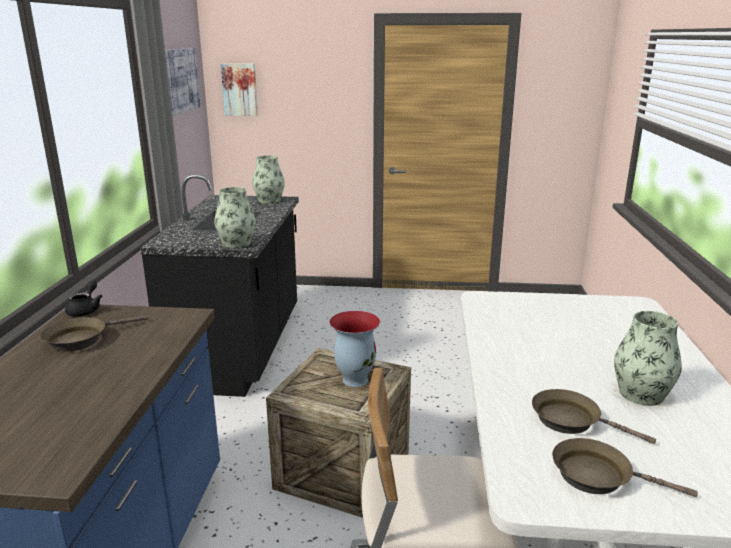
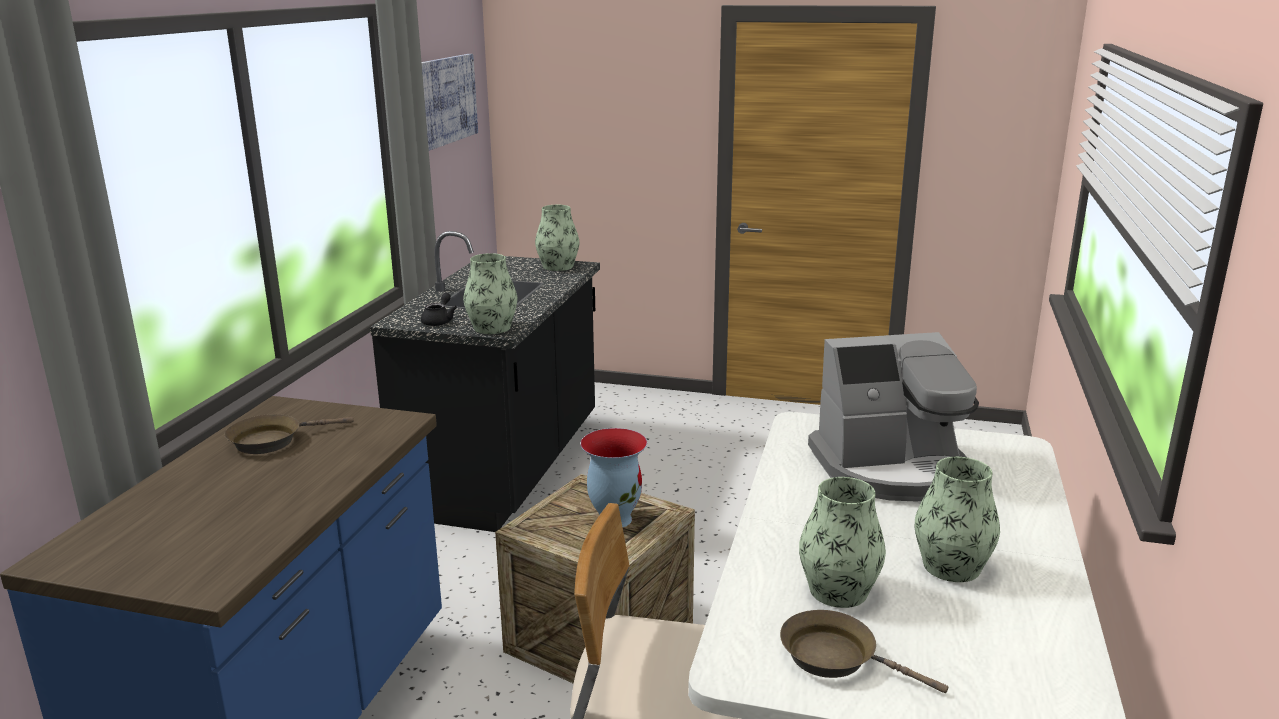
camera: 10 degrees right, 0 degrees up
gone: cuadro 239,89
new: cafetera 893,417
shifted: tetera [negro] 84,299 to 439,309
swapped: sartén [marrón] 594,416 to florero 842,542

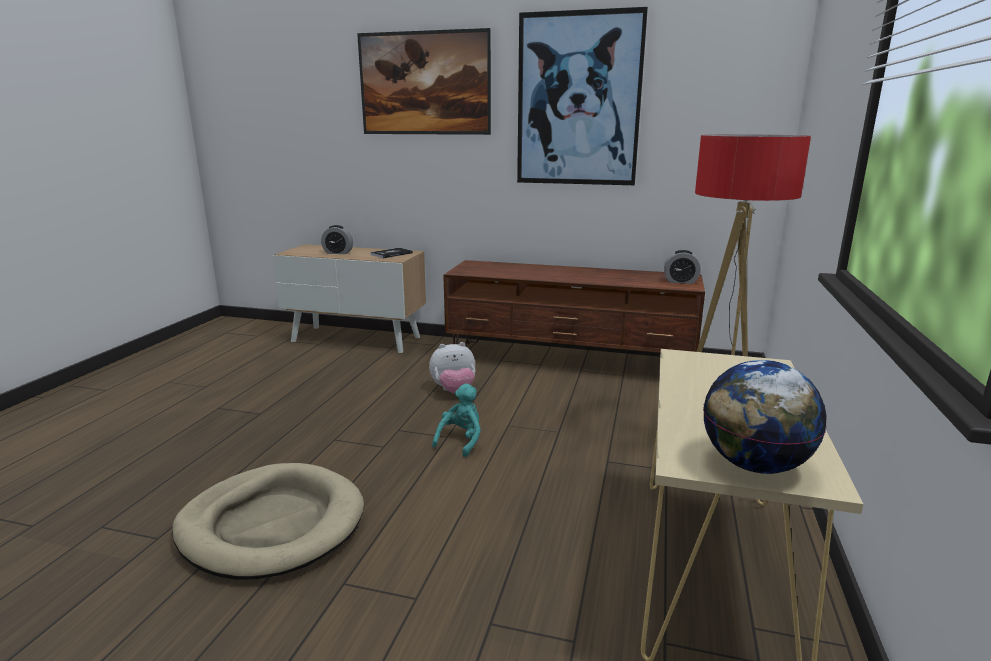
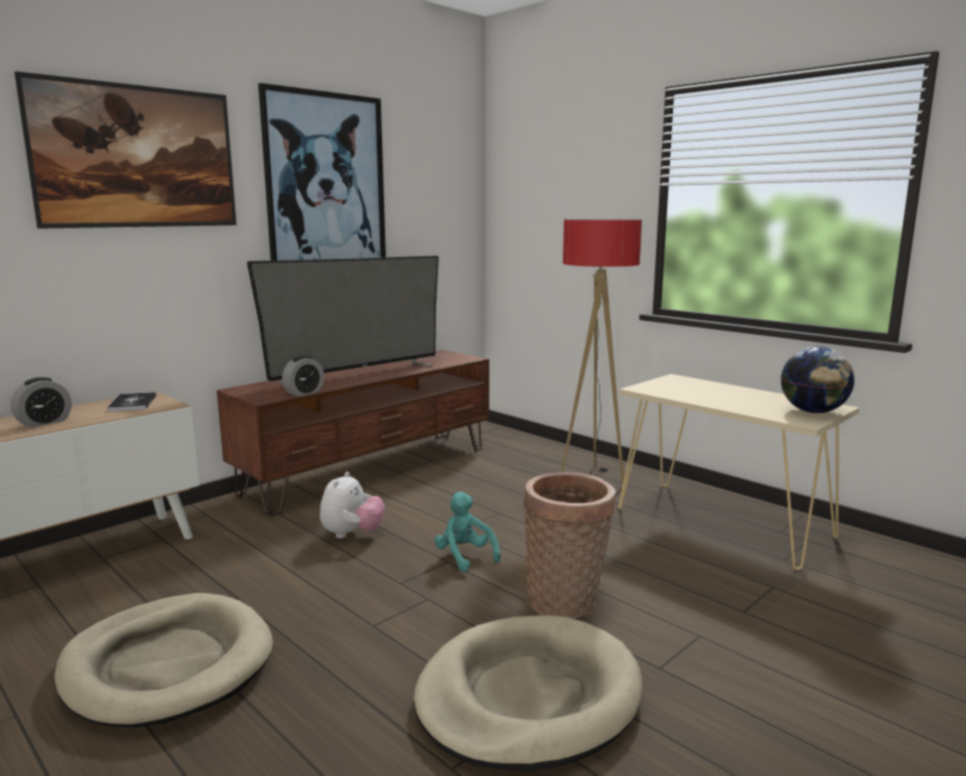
camera: 60 degrees left, 5 degrees down
new: cama para perro [beis] 163,660; televisor 343,319; cesta 569,545
shifted: despertador 682,267 to 303,376

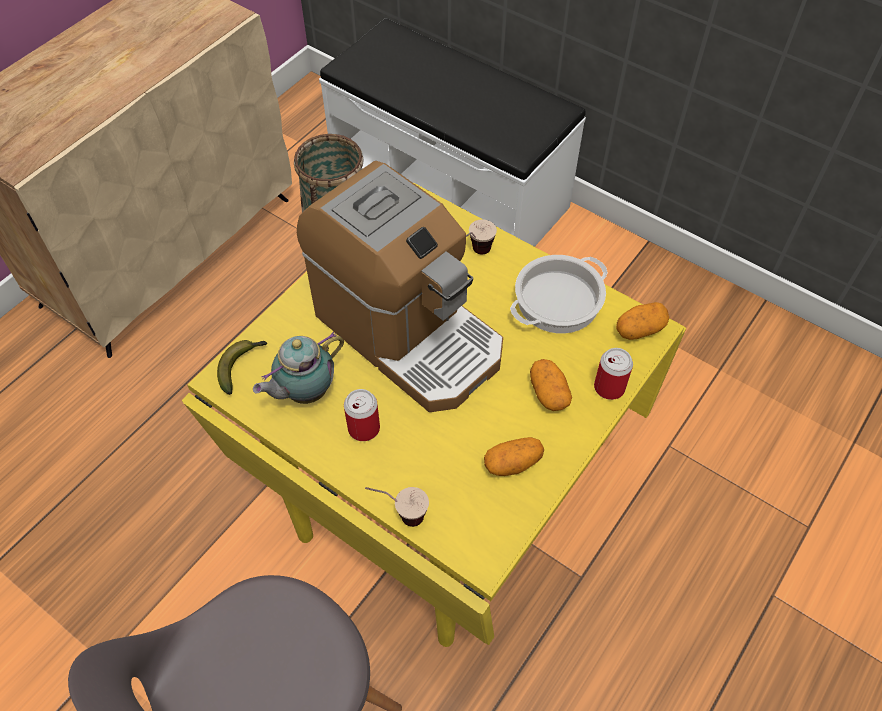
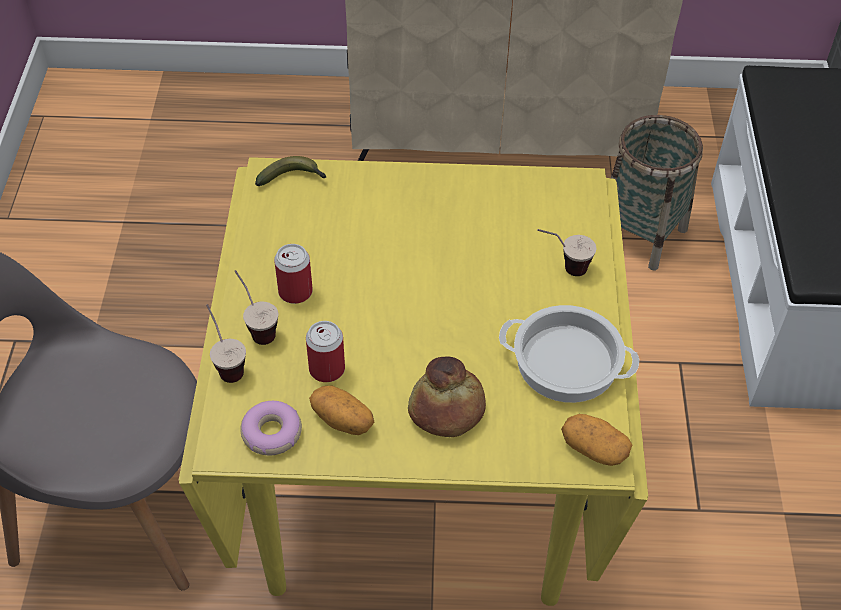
camera: 55 degrees right, 5 degrees down
gone: tetera 298,368; cafetera 400,286
new: taza 256,307; rosquilla 271,428
shifted: lata 613,374 to 325,351
swapped: patata 551,385 to pan 447,397

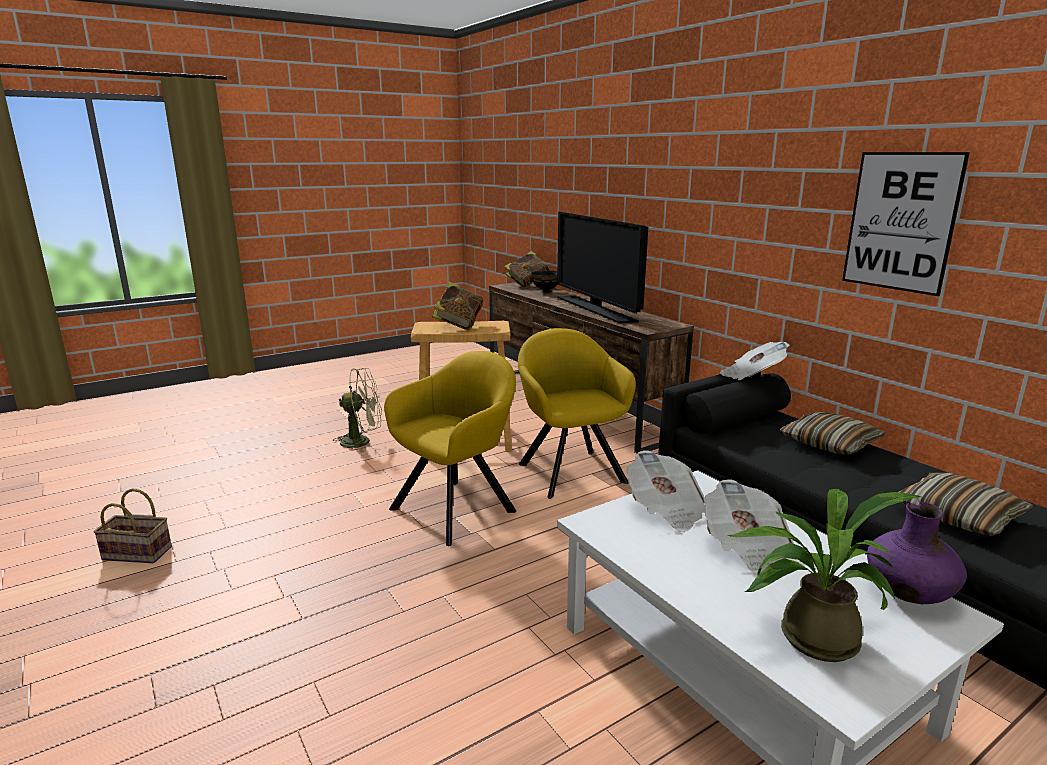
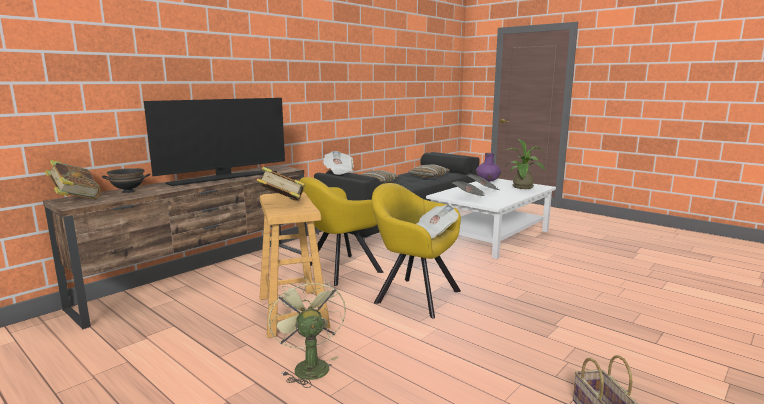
camera: 105 degrees left, 5 degrees down
gone: cuadro 906,224
new: periódico 437,222

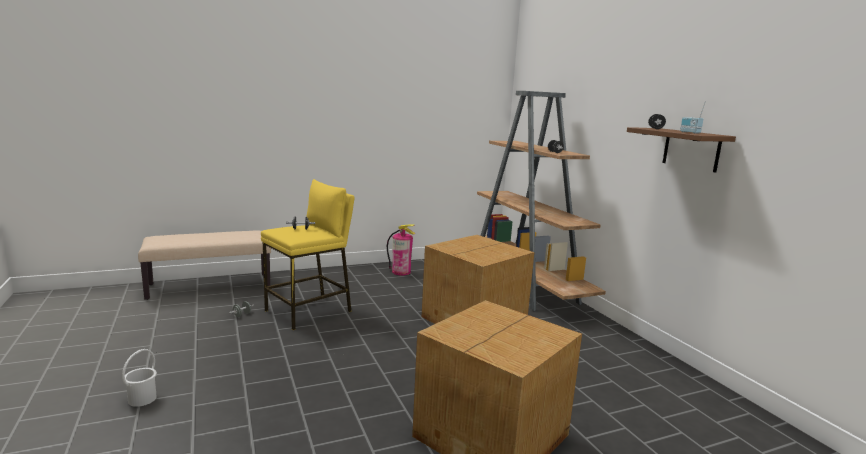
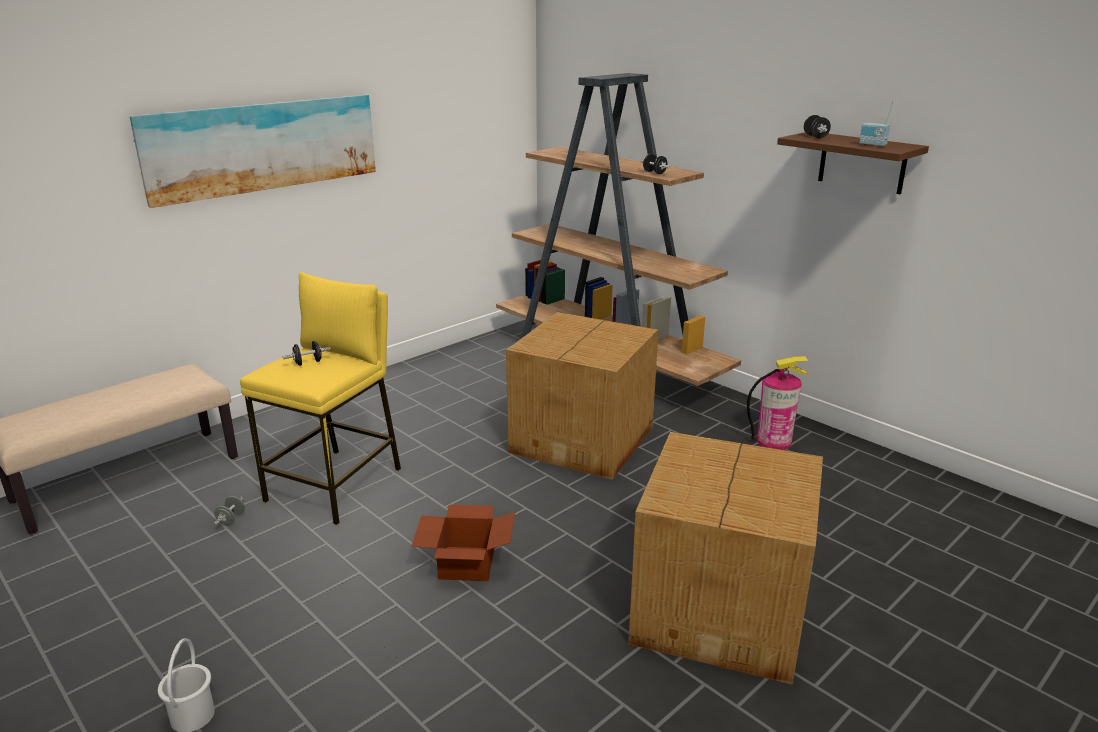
camera: 20 degrees left, 10 degrees up
new: cuadro 253,151; caja de cartón 463,543
shifted: extintor 401,249 to 778,403

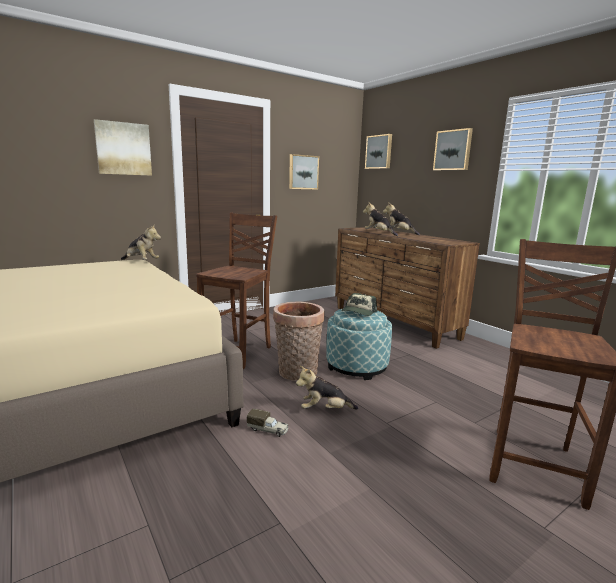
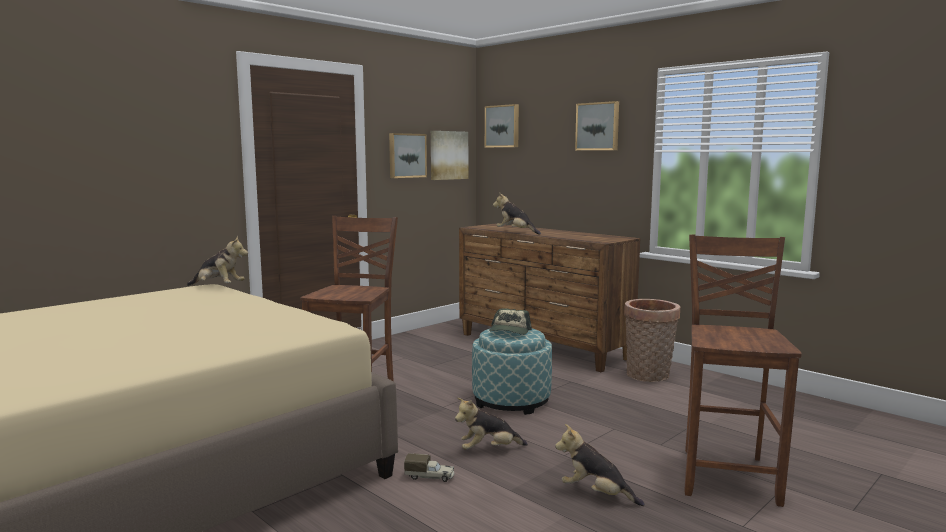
camera: 10 degrees left, 5 degrees down
shifted: cuadro 123,147 to 449,155; peluche 401,218 to 600,465; cesta 298,341 to 652,340

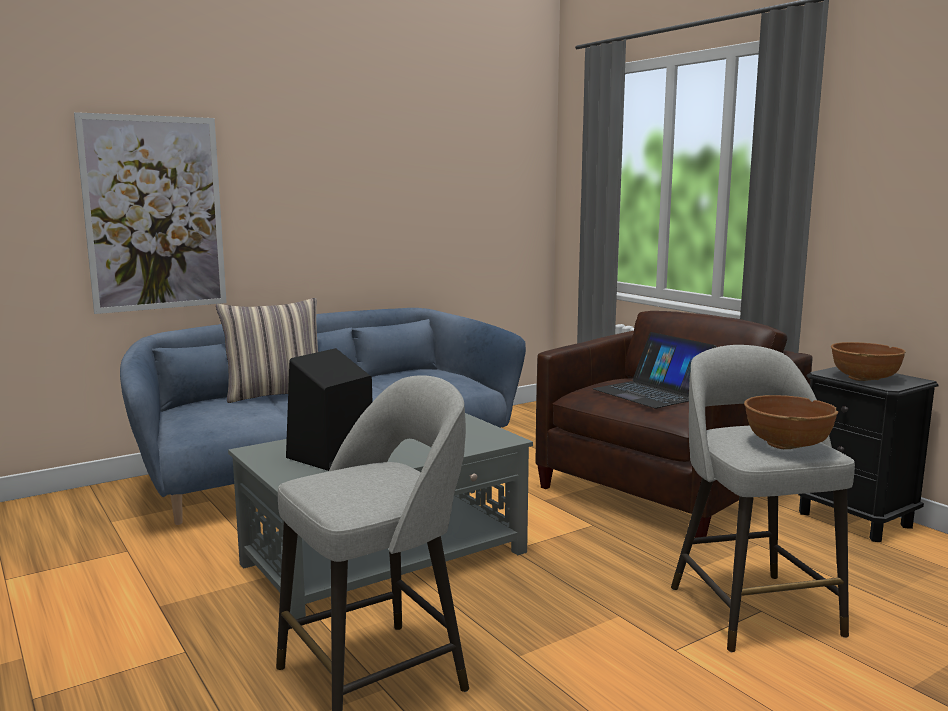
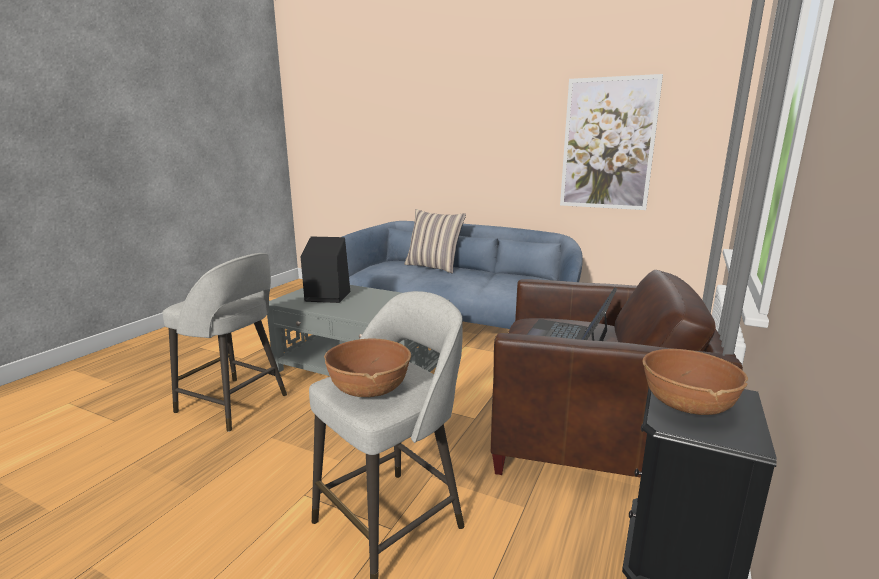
camera: 60 degrees right, 5 degrees up
shifted: cuadro 150,213 to 611,142

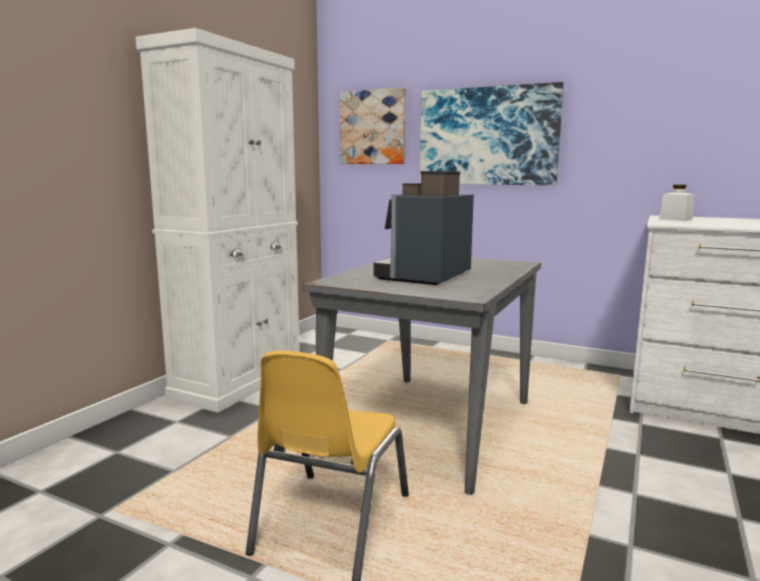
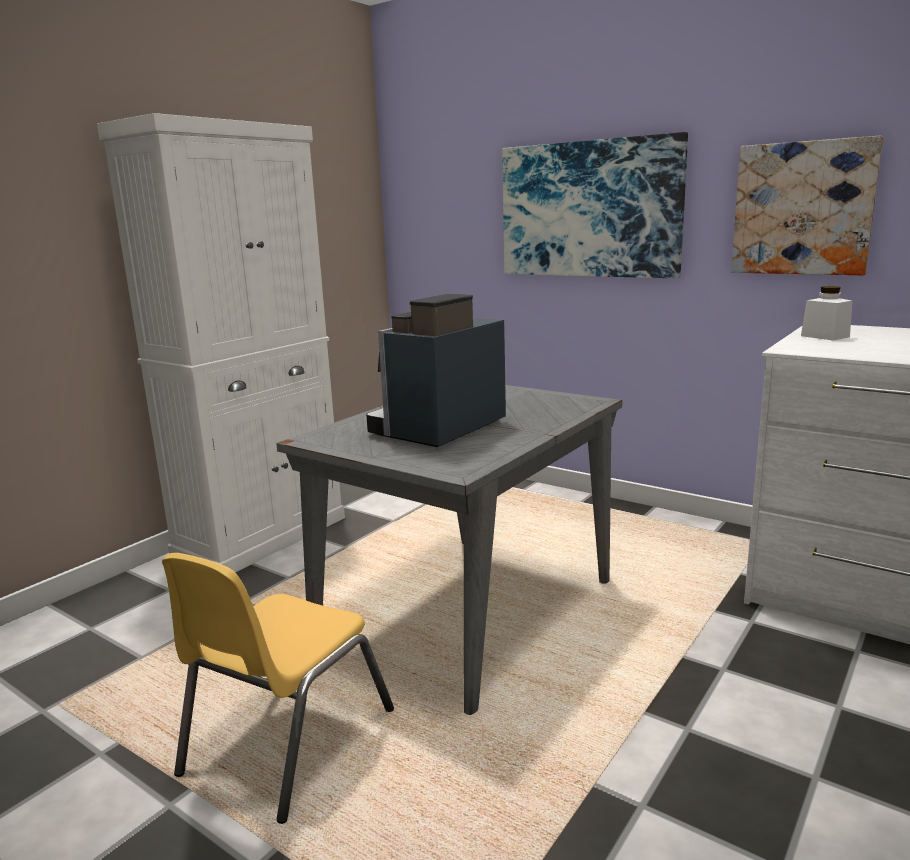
camera: 10 degrees right, 5 degrees up
shifted: cuadro 373,126 to 807,205

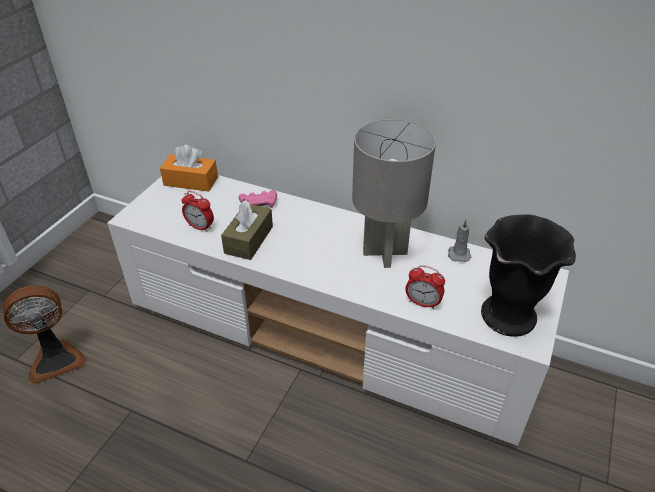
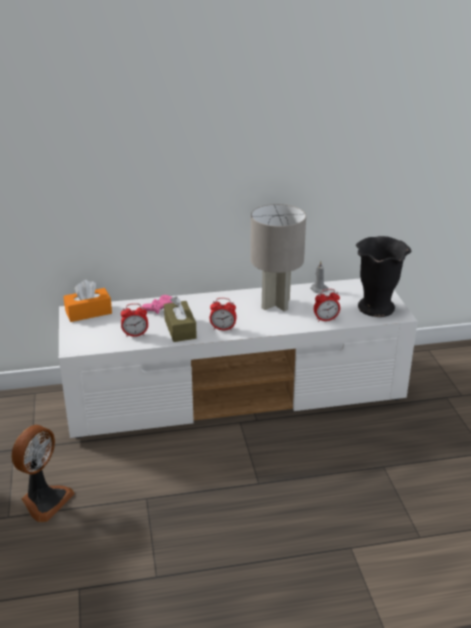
camera: 35 degrees left, 10 degrees down
new: despertador 223,314

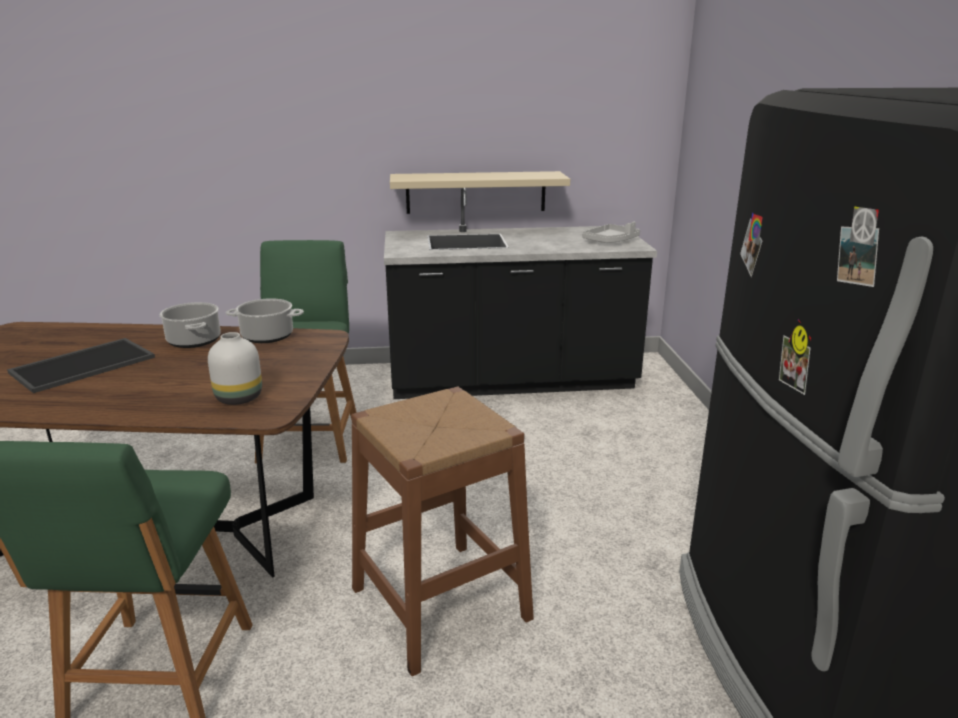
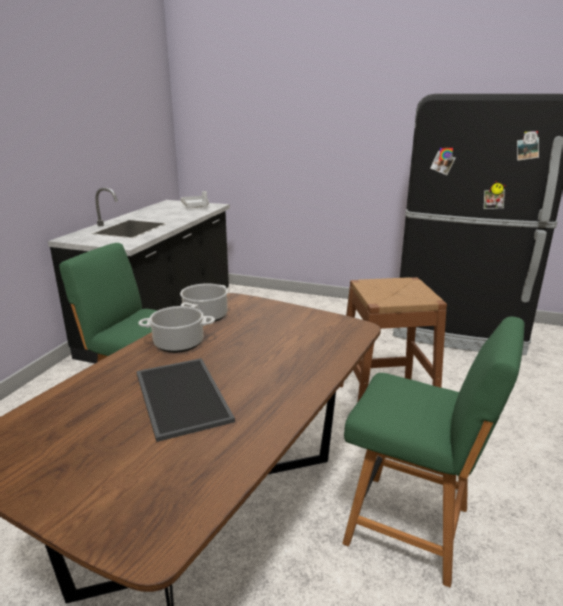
camera: 65 degrees left, 0 degrees up
gone: florero [blanco] 235,368; estante [beis] 480,192

